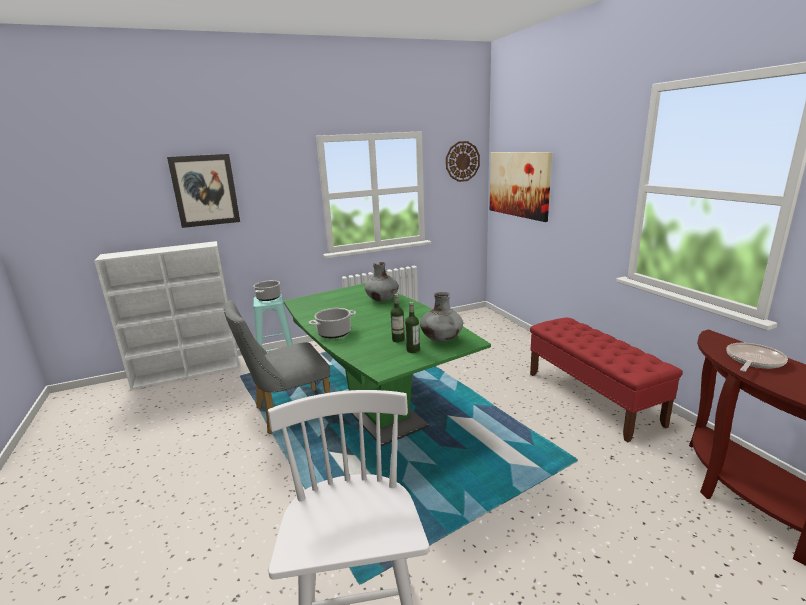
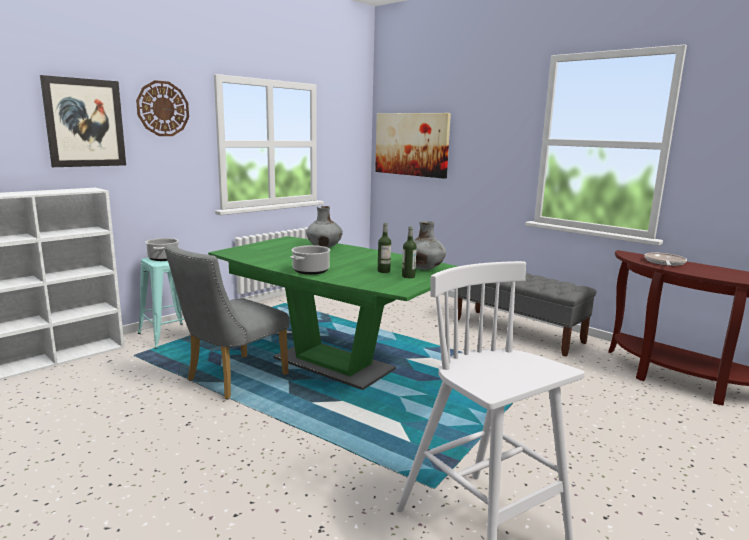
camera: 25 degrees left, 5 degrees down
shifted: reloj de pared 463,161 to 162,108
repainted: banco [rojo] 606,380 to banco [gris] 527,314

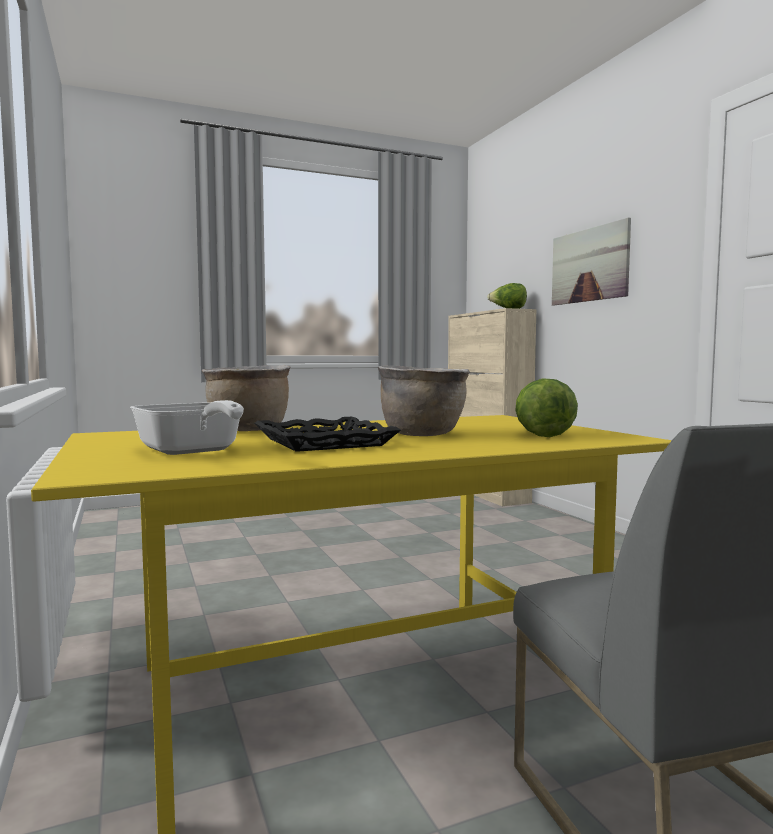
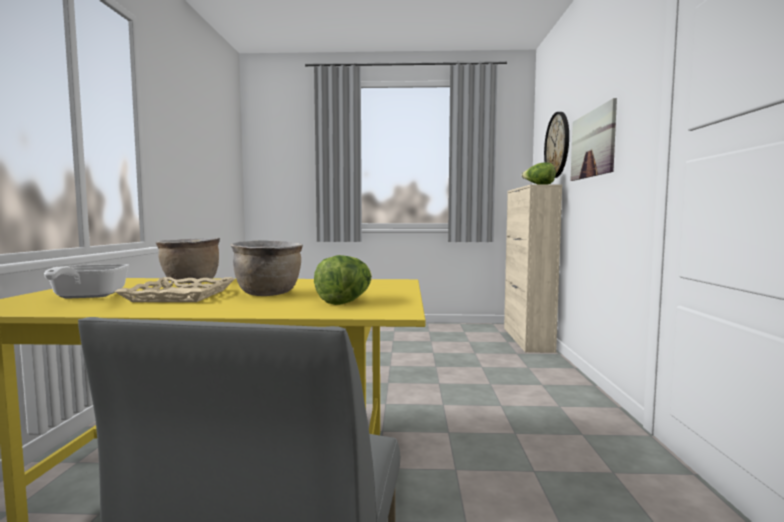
camera: 25 degrees right, 0 degrees up
new: reloj de pared 556,145
repainted: bandeja [negro] 328,434 to bandeja [beis] 174,289

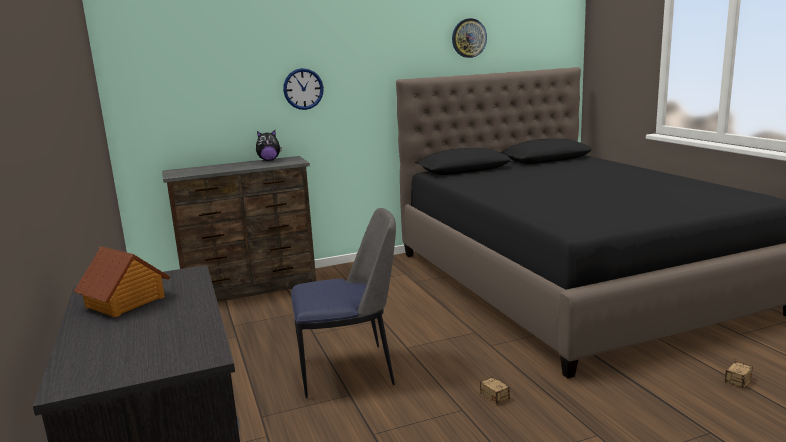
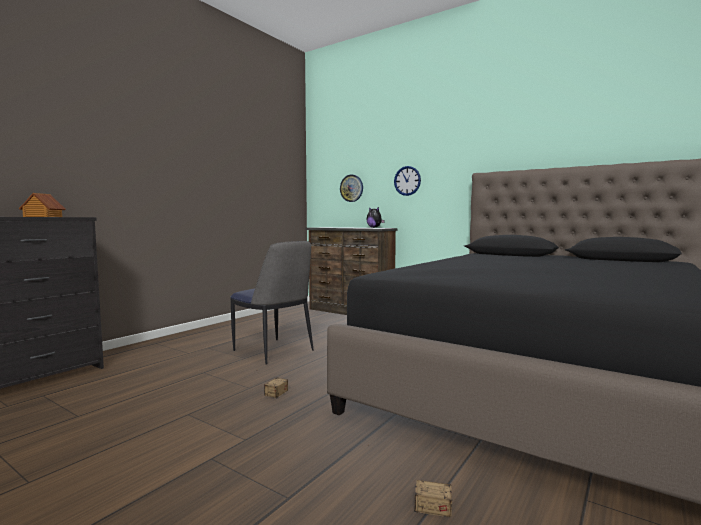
camera: 55 degrees right, 10 degrees down
shifted: reloj de pared 469,38 to 351,188

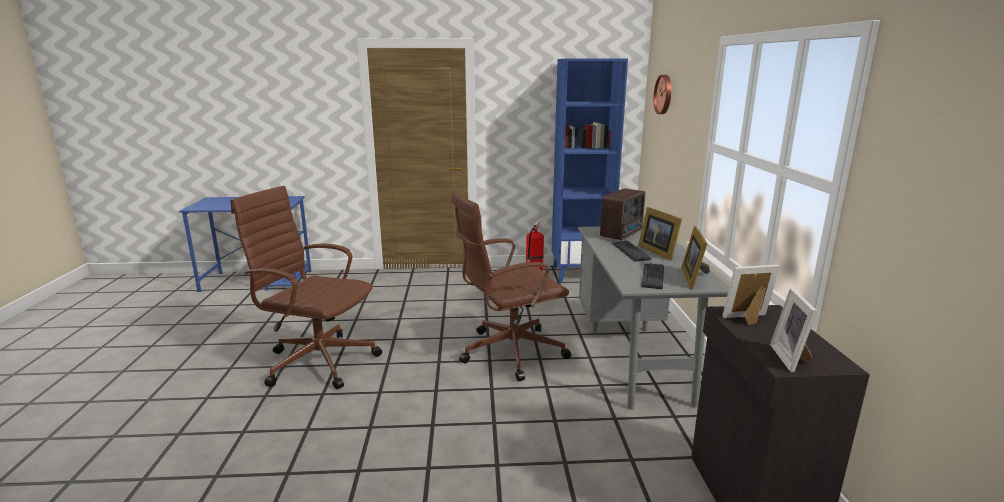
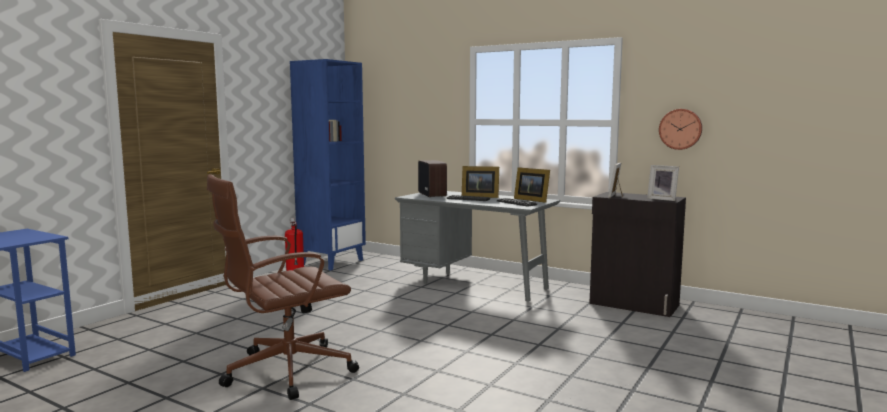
camera: 55 degrees left, 10 degrees down
gone: silla de oficina [marrón] 511,285
shifted: reloj de pared 662,94 to 680,129

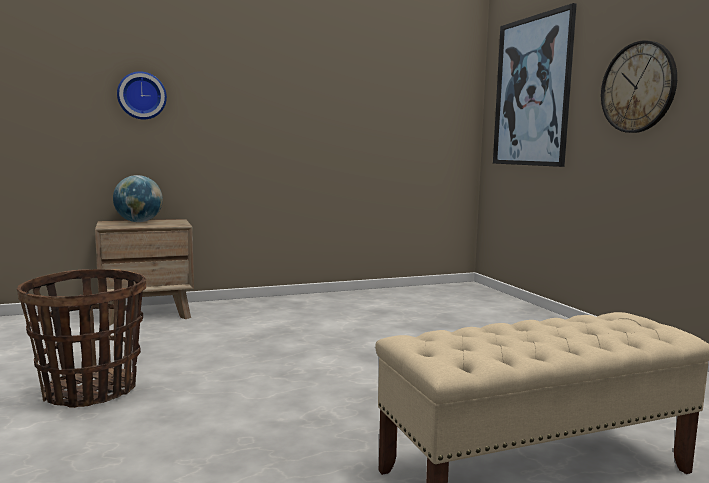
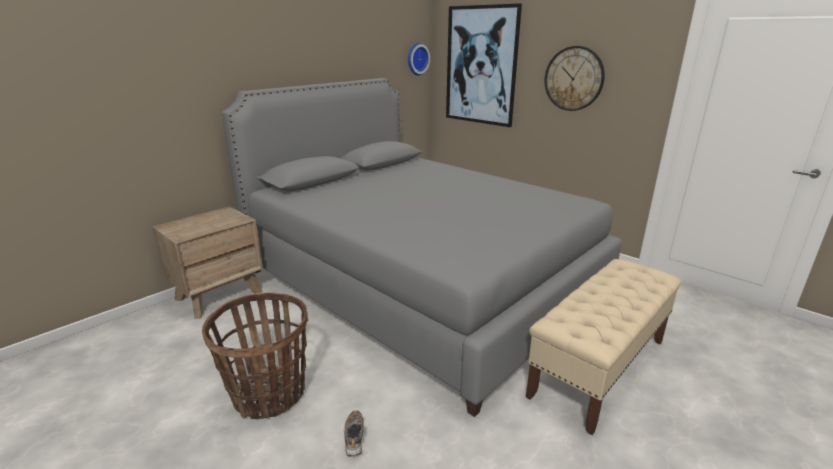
camera: 25 degrees left, 15 degrees up
gone: globo terráqueo 138,198
new: cama [gris] 421,247; zapato 354,433
shifted: reloj de pared 142,95 to 419,59

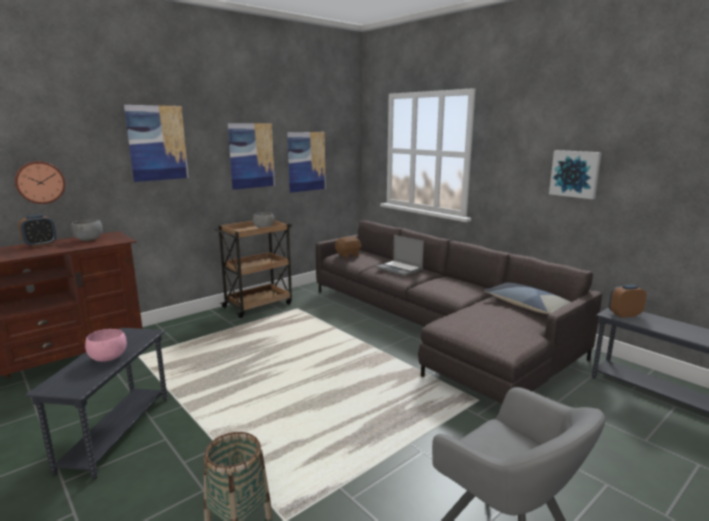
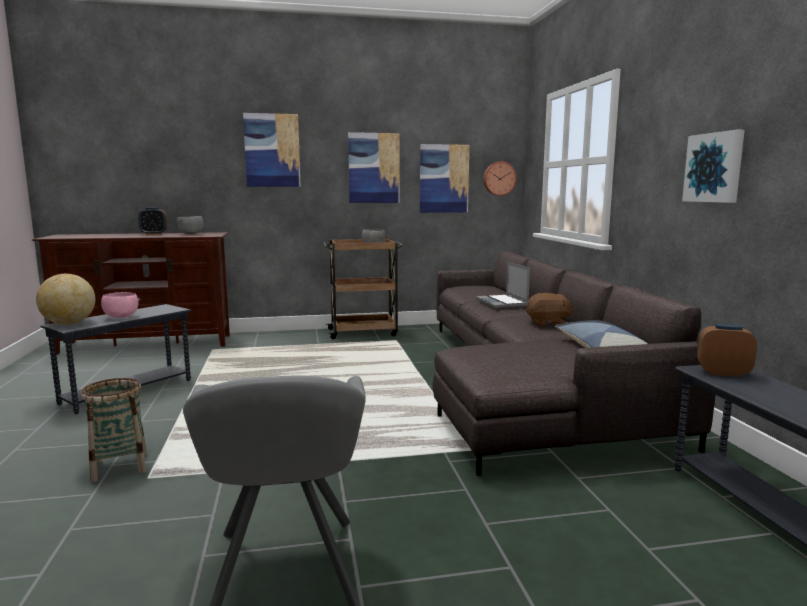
camera: 30 degrees right, 5 degrees down
new: globo terráqueo 65,299
shifted: reloj de pared 39,182 to 500,179; peluche [marrón] 348,247 to 550,310

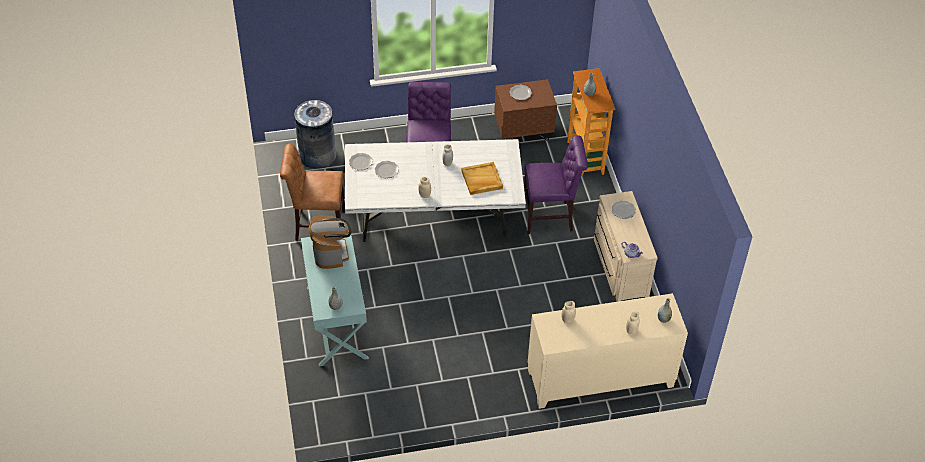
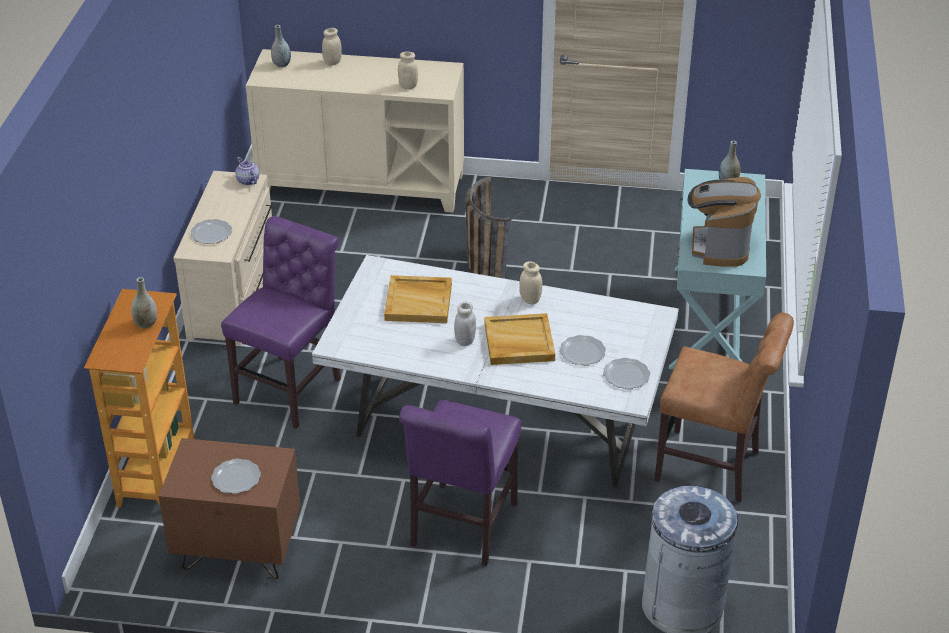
camera: 160 degrees left, 10 degrees down
new: cesta 496,227; bandeja [beis] 519,339
rotated: silla [morado] 556,184 = 281,322 105 degrees clockwise

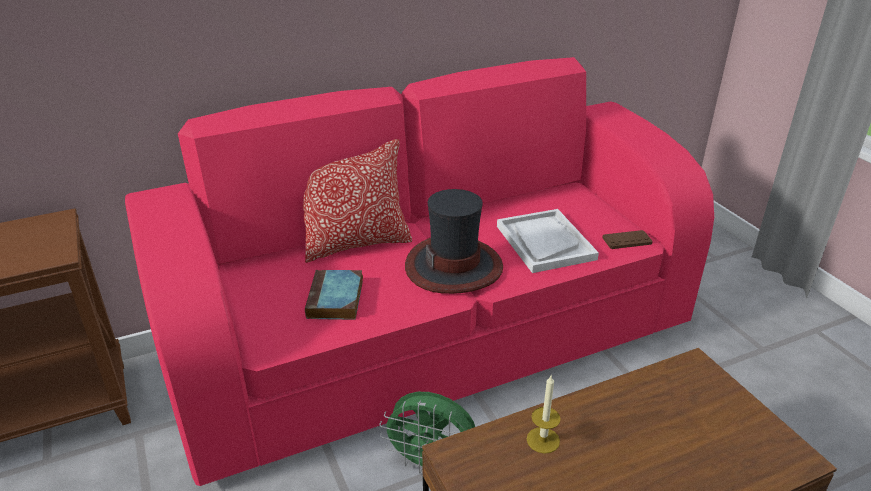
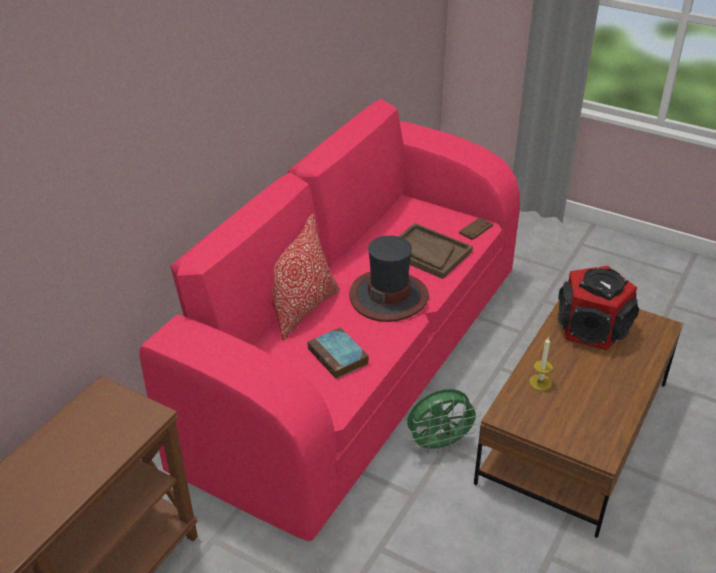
camera: 35 degrees left, 5 degrees up
new: altavoz 598,308
repainted: bandeja [blanco] 548,241 to bandeja [marrón] 435,251

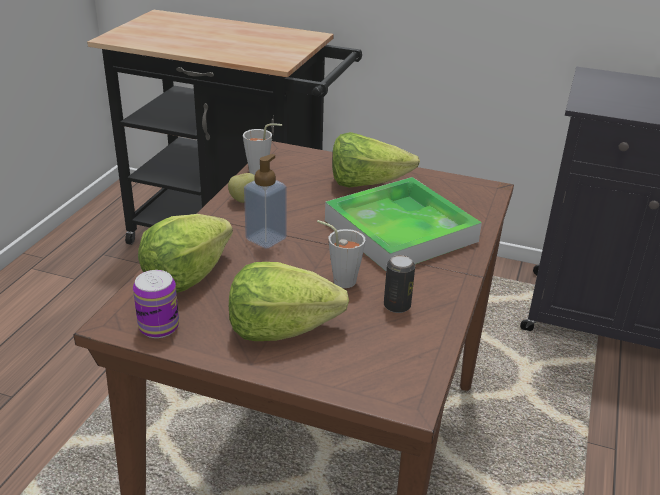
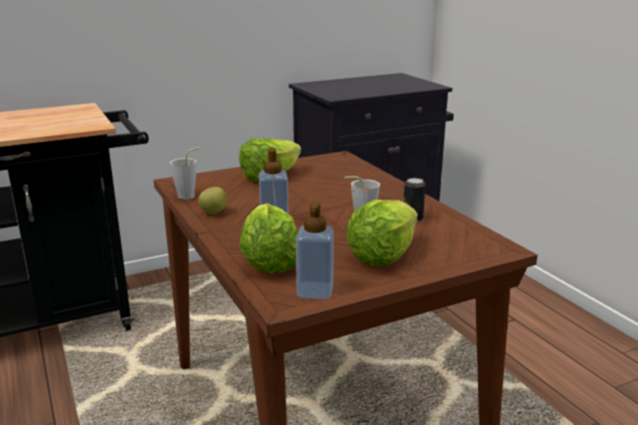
camera: 45 degrees left, 10 degrees down
gone: bandeja 403,224
swapped: lata 156,304 to dispensador de jabón 315,250

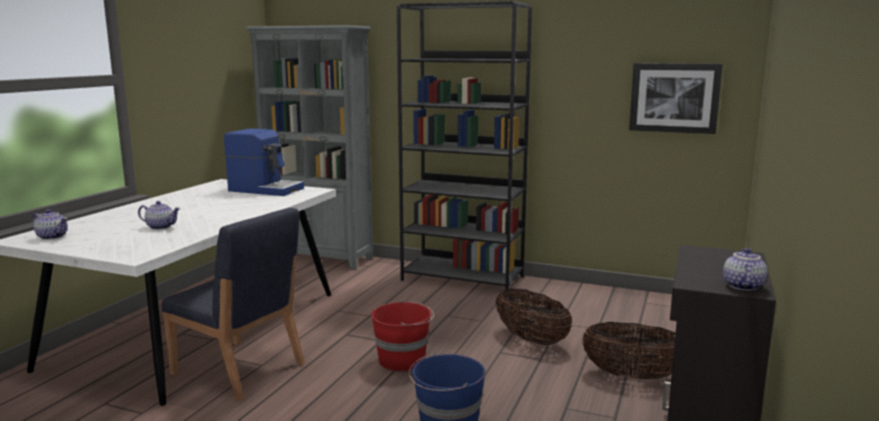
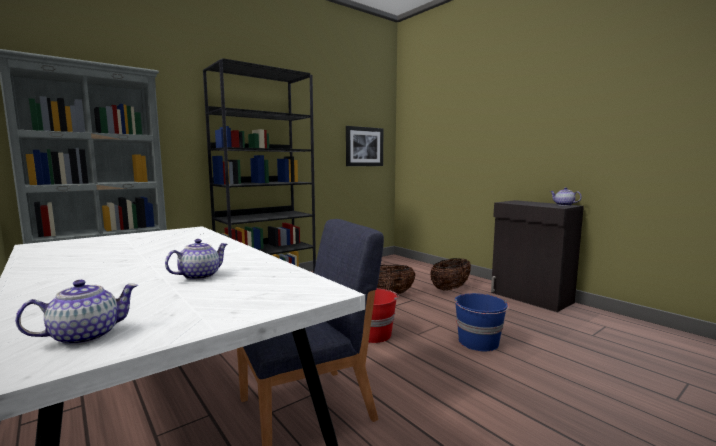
camera: 60 degrees left, 5 degrees down
gone: cafetera 264,162

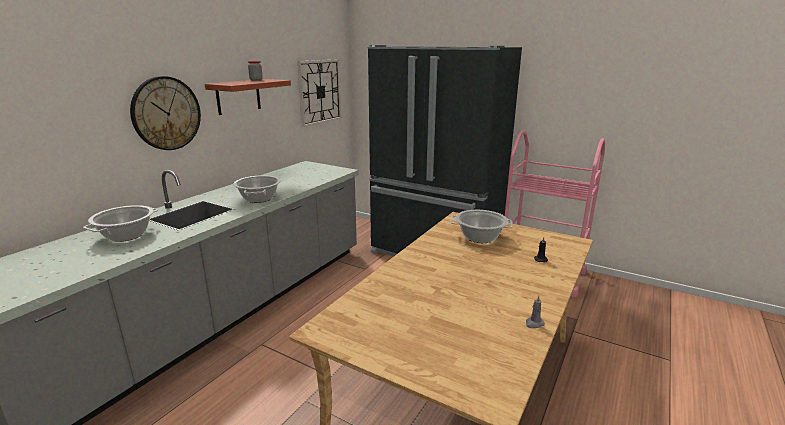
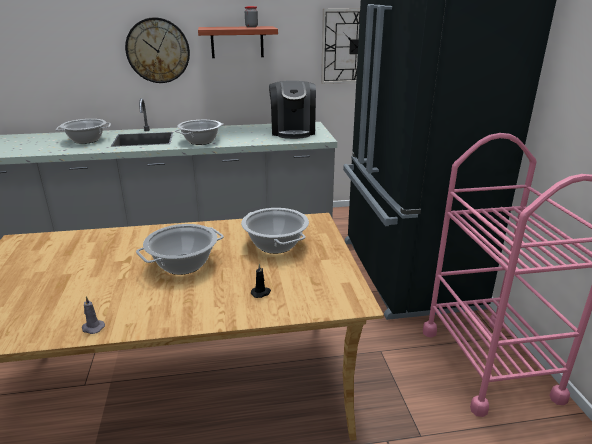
camera: 50 degrees right, 5 degrees up
new: olla 180,249; cafetera 292,110

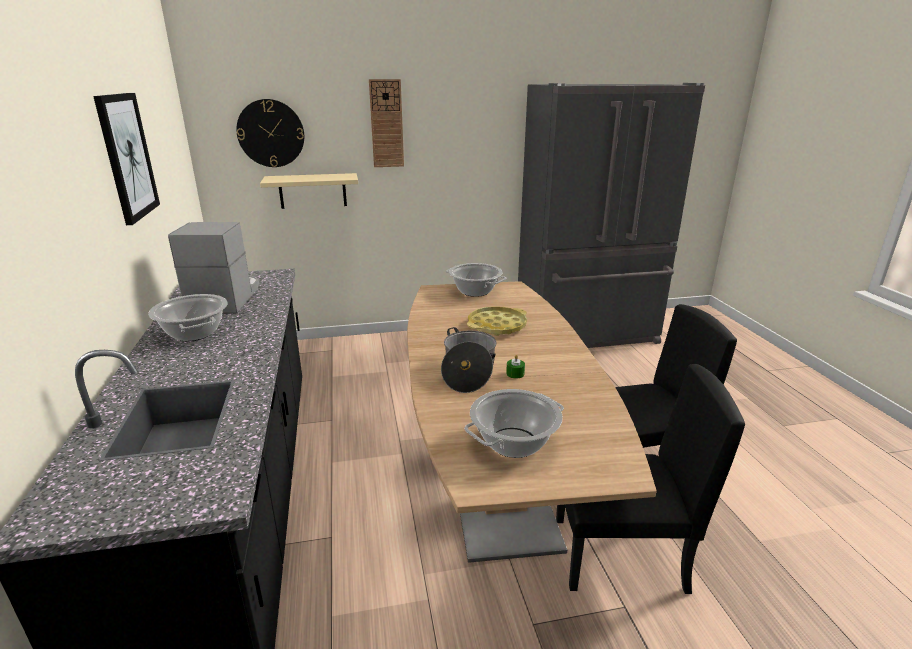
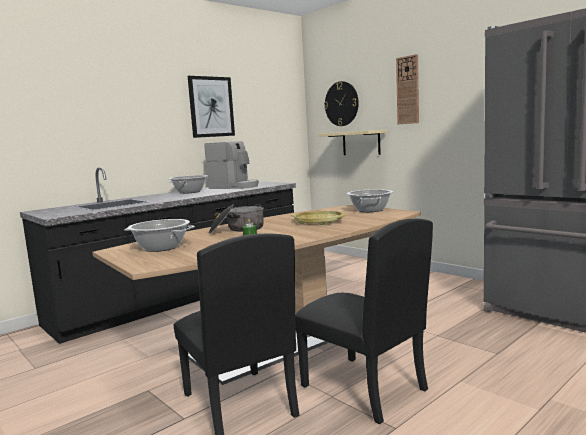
camera: 60 degrees right, 15 degrees down
rotated: cafetera 213,267 = 231,165 60 degrees clockwise

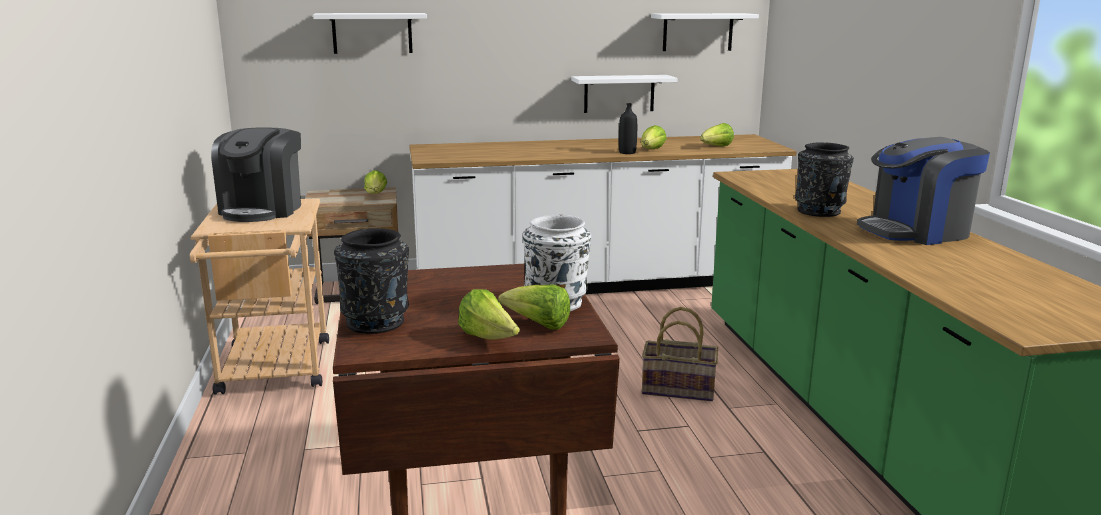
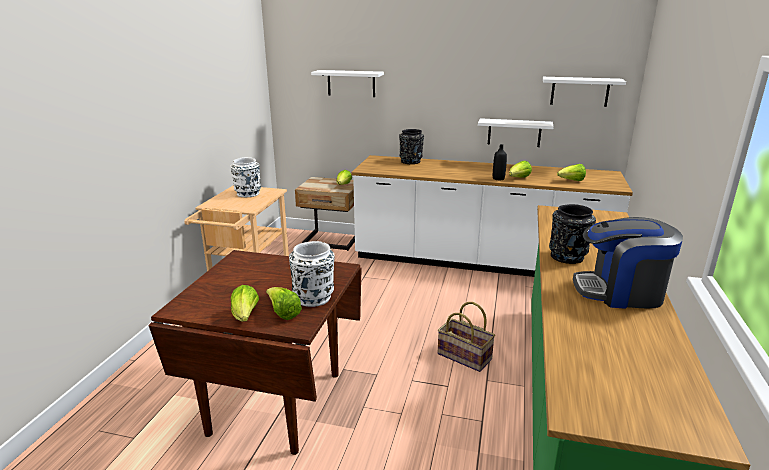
camera: 25 degrees right, 5 degrees up
shifted: florero [negro] 371,281 to 411,146
swapped: cafetera 256,174 to florero [blanco] 245,177

